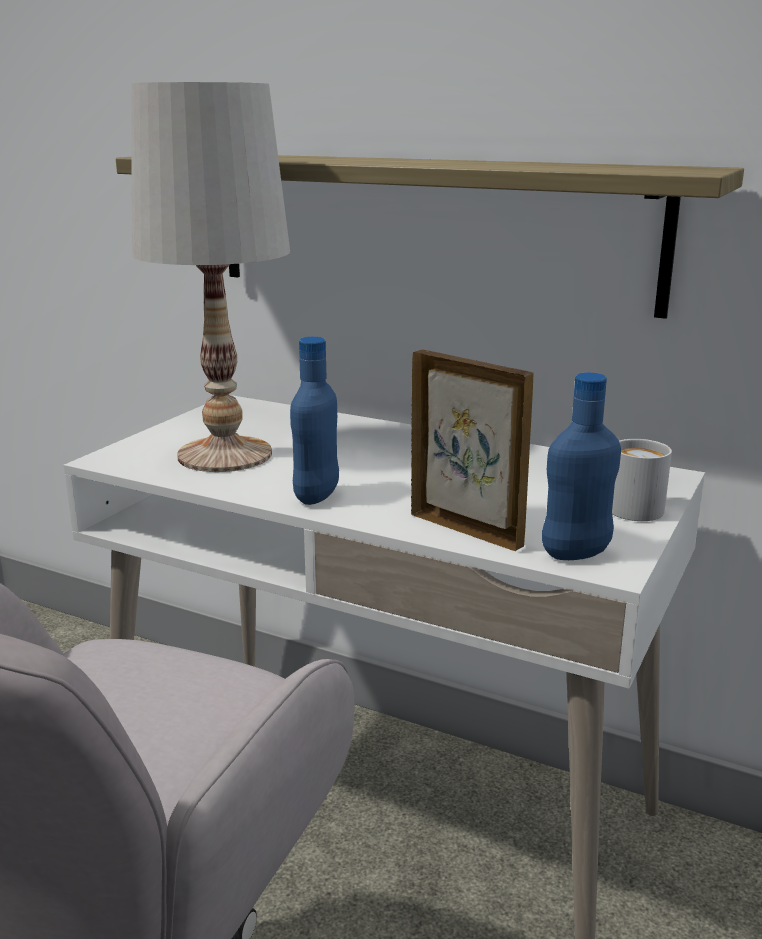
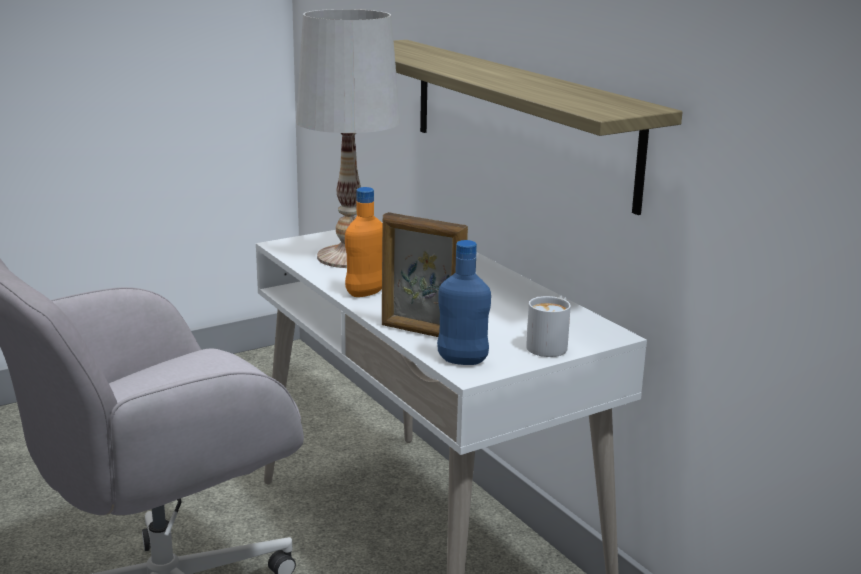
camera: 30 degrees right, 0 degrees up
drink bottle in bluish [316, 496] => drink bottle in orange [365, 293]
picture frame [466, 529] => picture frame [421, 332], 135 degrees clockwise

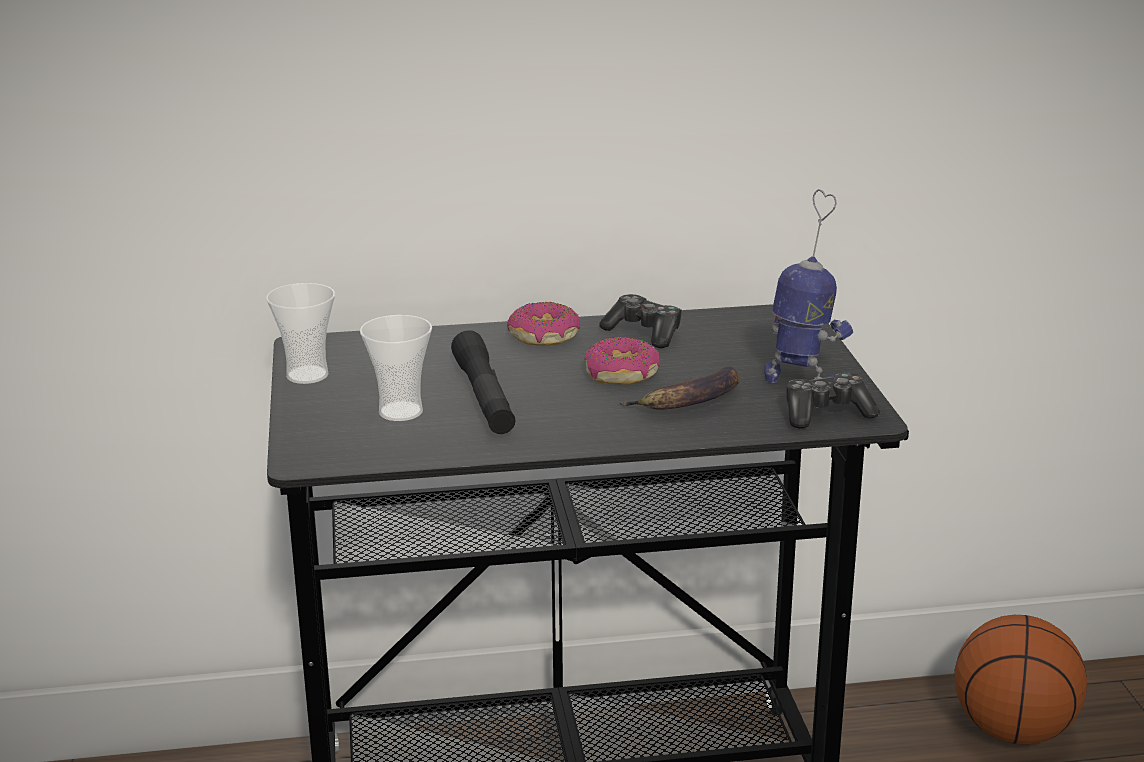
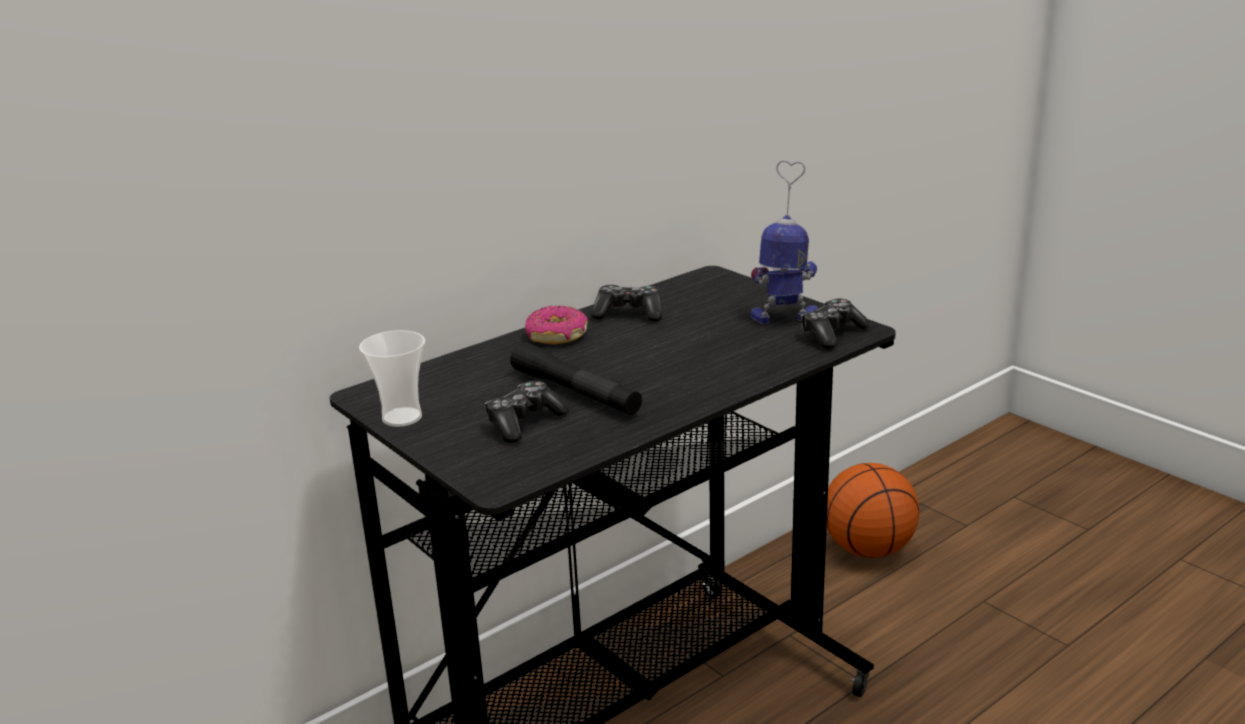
camera: 30 degrees left, 0 degrees up
doughnut [622, 374] => nothing
whole banana [690, 401] => nothing
cup [400, 412] => joypad [524, 422]

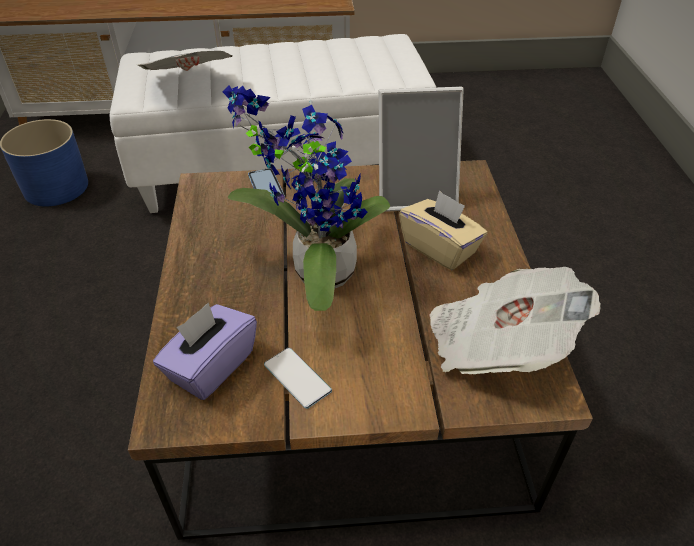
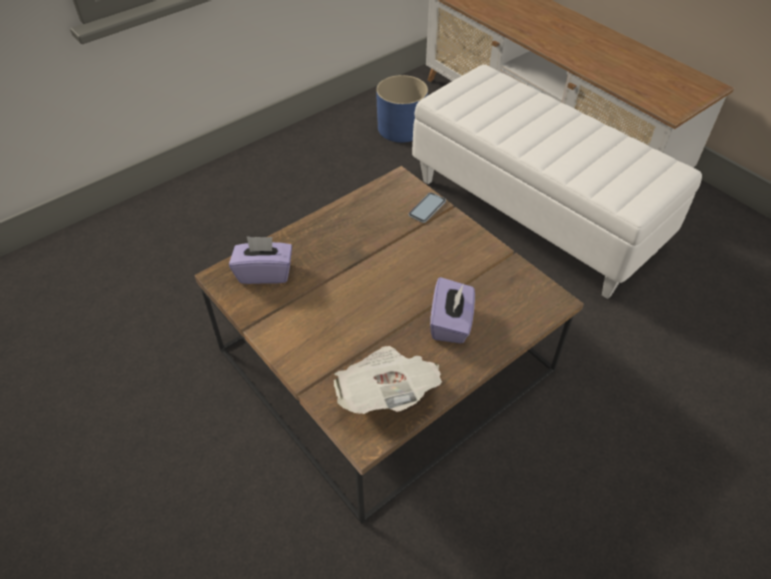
camera: 55 degrees right, 5 degrees up
printed paper [190, 85] => nothing
potted plant [316, 272] => nothing
handset [297, 378] => nothing
picture frame [415, 193] => nothing
tissue box in beige [440, 248] => tissue box in purple [451, 323]

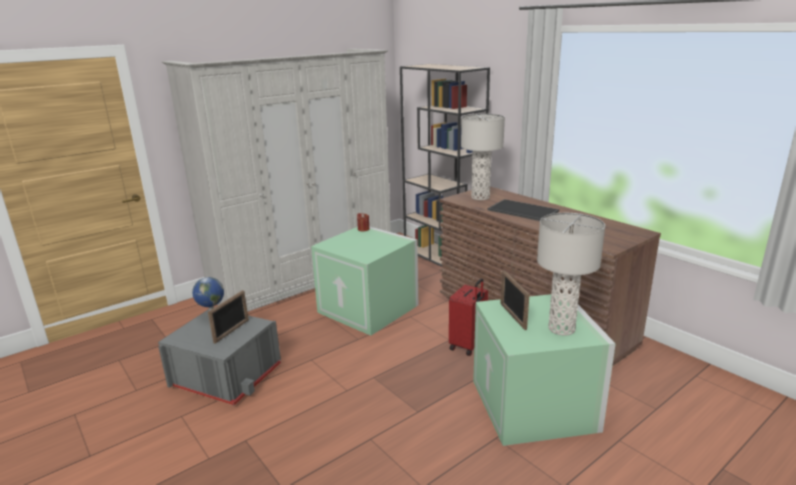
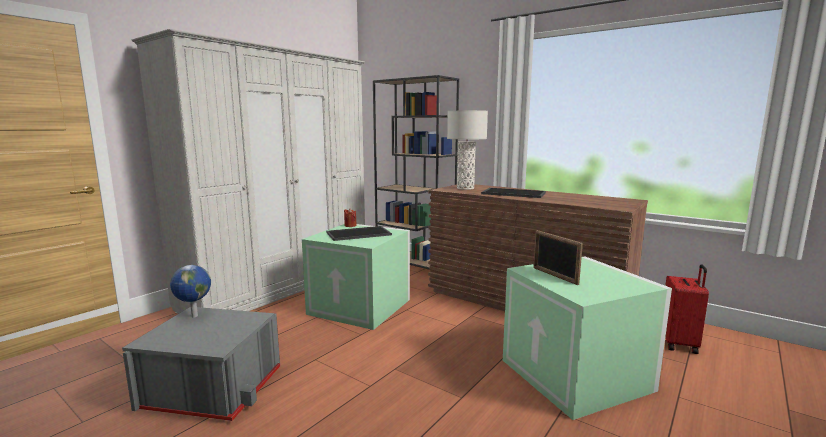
camera: 15 degrees left, 10 degrees down
picture frame [232, 331] => nothing
tabletop lamp in whitish [561, 328] => nothing
nothing => carrying tray [358, 234]
suitcase in red [468, 345] => suitcase in red [679, 343], shifted

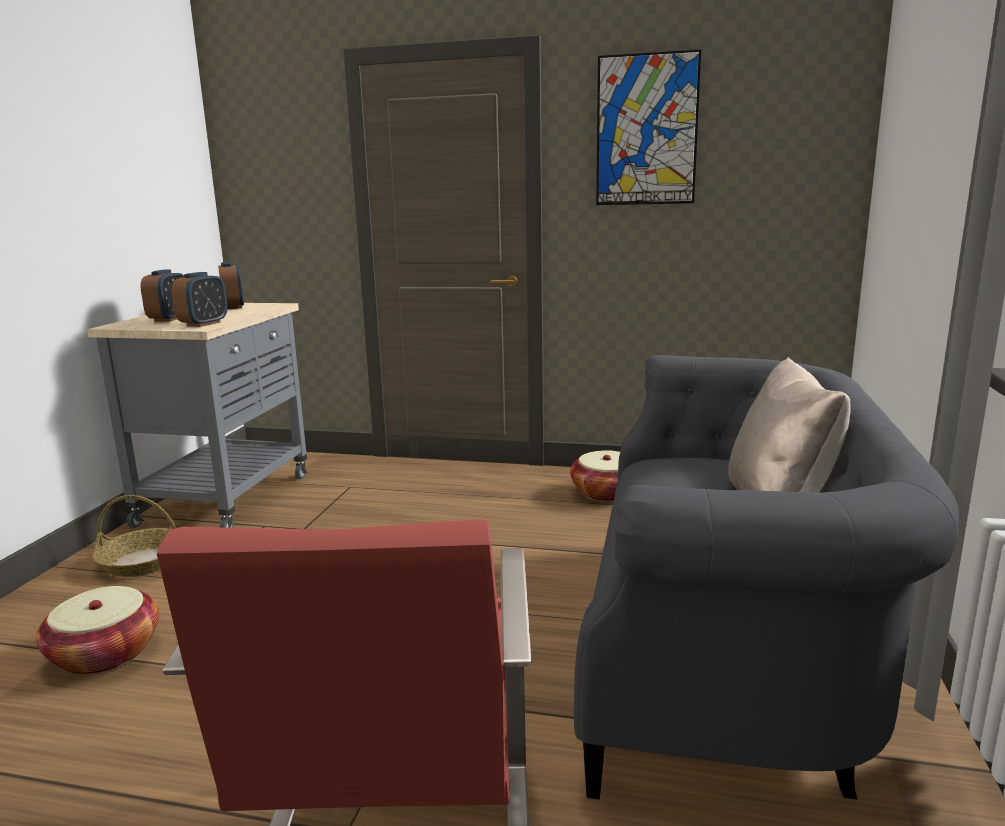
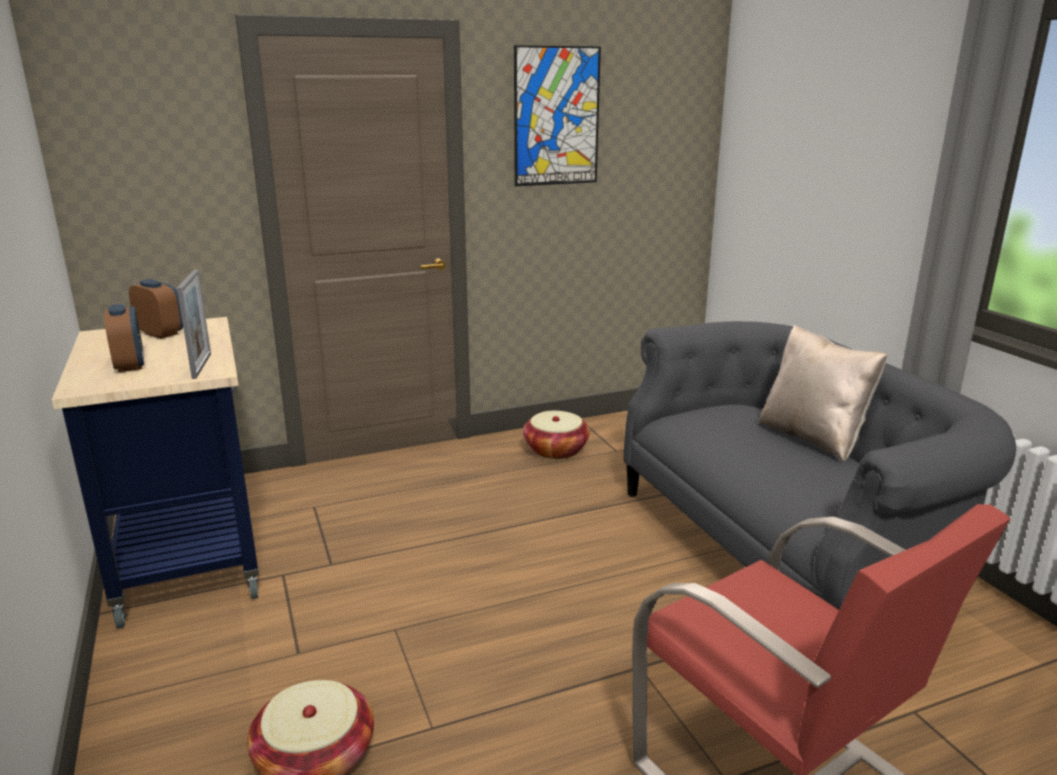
camera: 35 degrees left, 5 degrees up
storage basket [143, 561] => nothing
table clock [204, 324] => picture frame [202, 366]
wheeled cart in greyish [225, 499] => wheeled cart in bluish [188, 560]

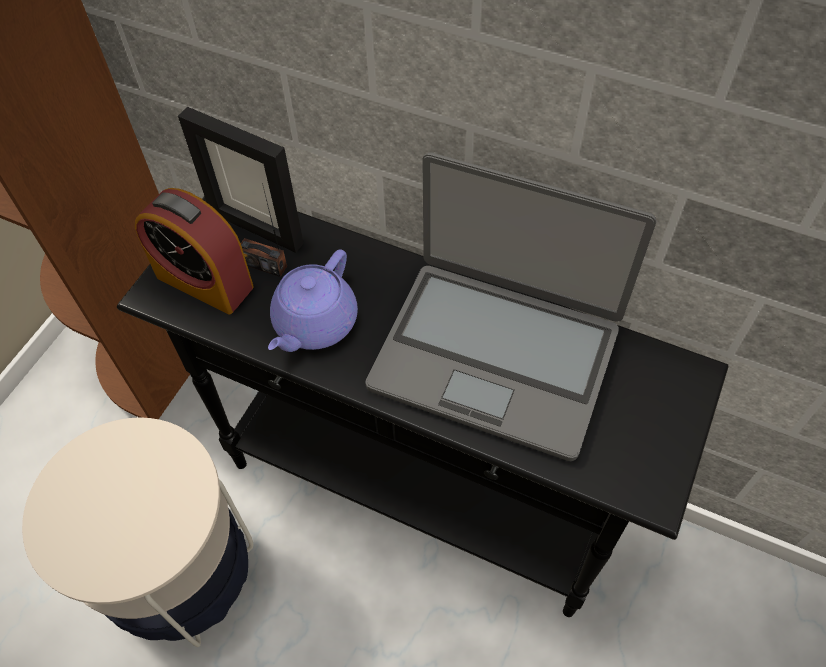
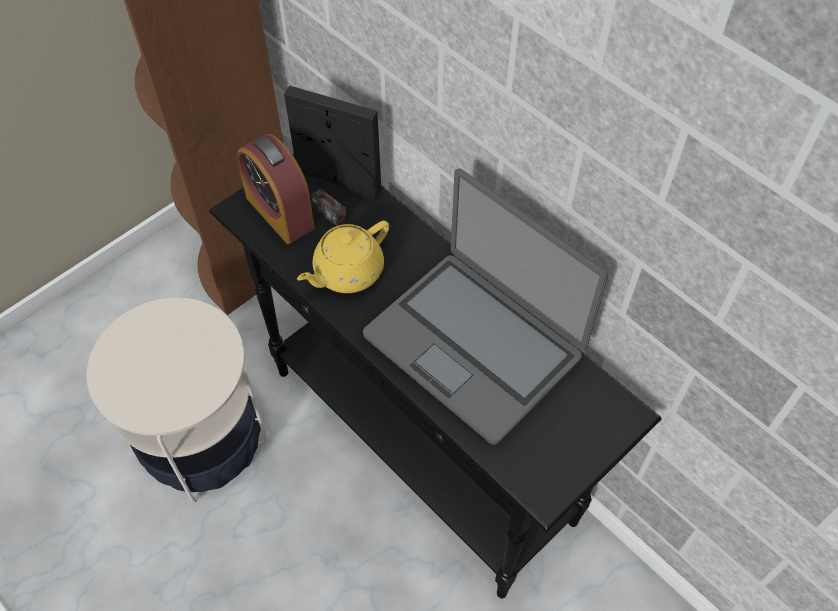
camera: 20 degrees right, 0 degrees up
pot for tea in purple [314, 323] => pot for tea in yellowish [347, 272]
picture frame [257, 226] => picture frame [338, 181], 150 degrees clockwise

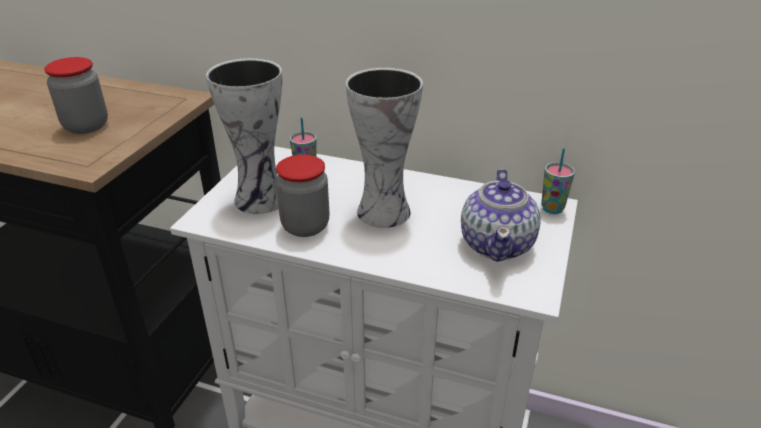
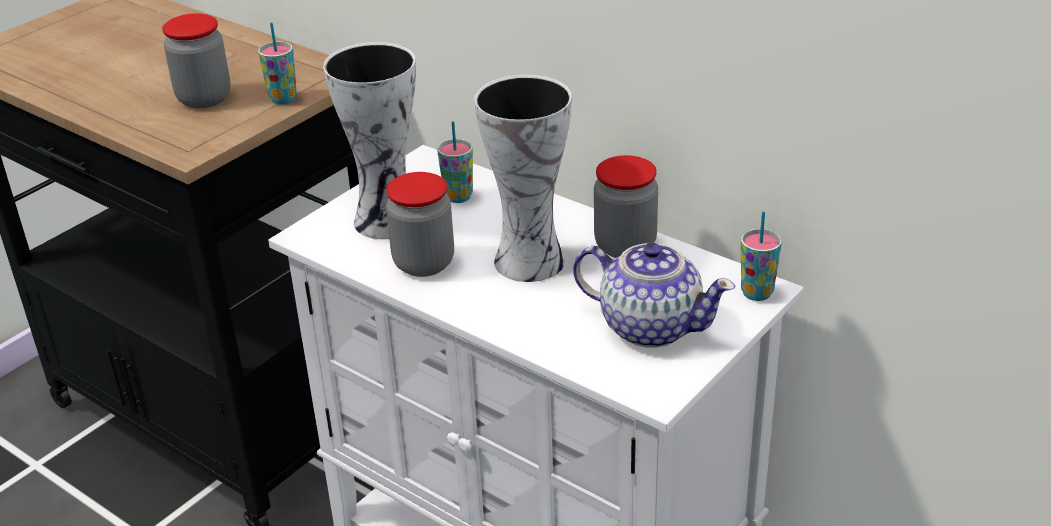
camera: 20 degrees right, 0 degrees up
nothing => cup [283, 99]
nothing => jar [625, 246]
pot for tea [498, 244] => pot for tea [650, 326], 90 degrees counterclockwise

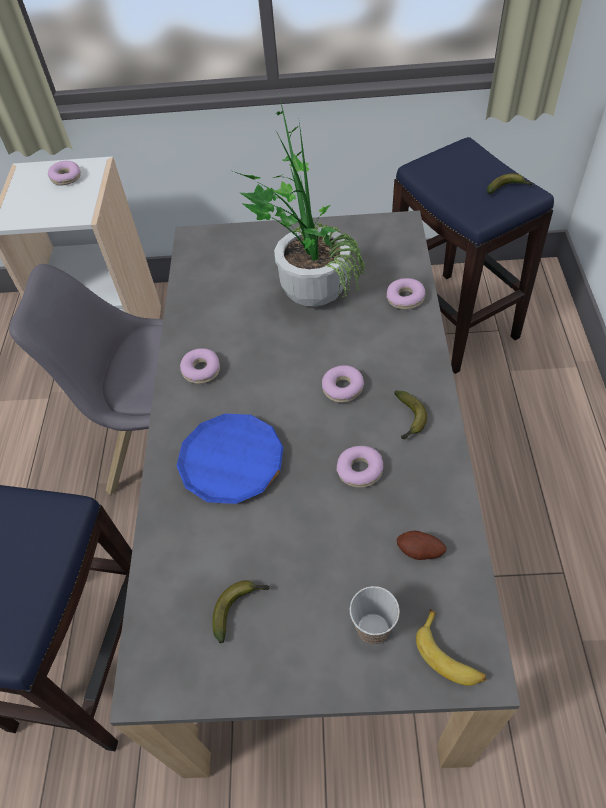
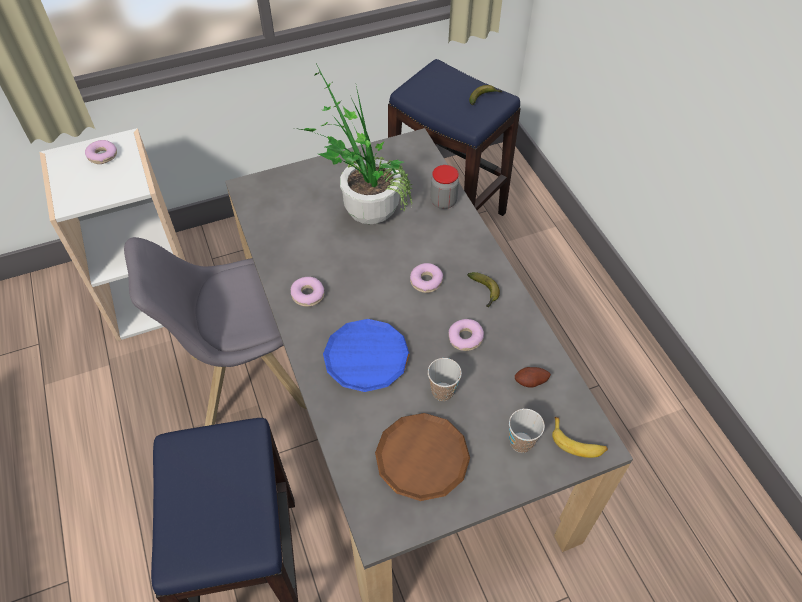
camera: 25 degrees left, 0 degrees up
nothing => cup [442, 391]
whole banana [239, 608] => flat dish in brownish [422, 459]
doughnut [405, 298] => jar [443, 201]

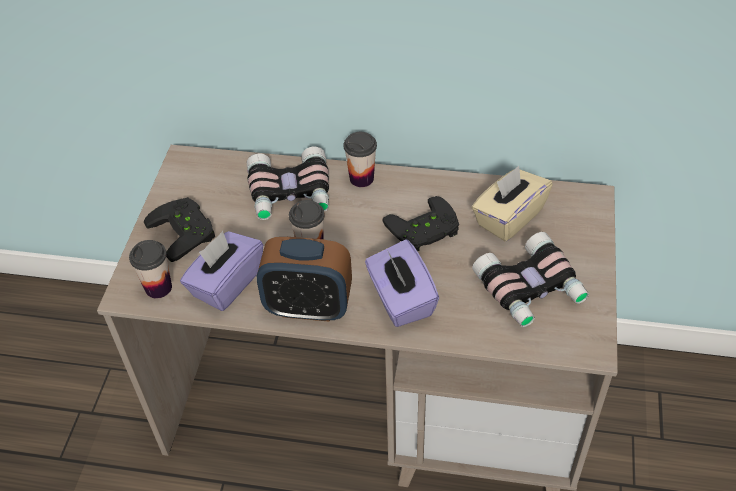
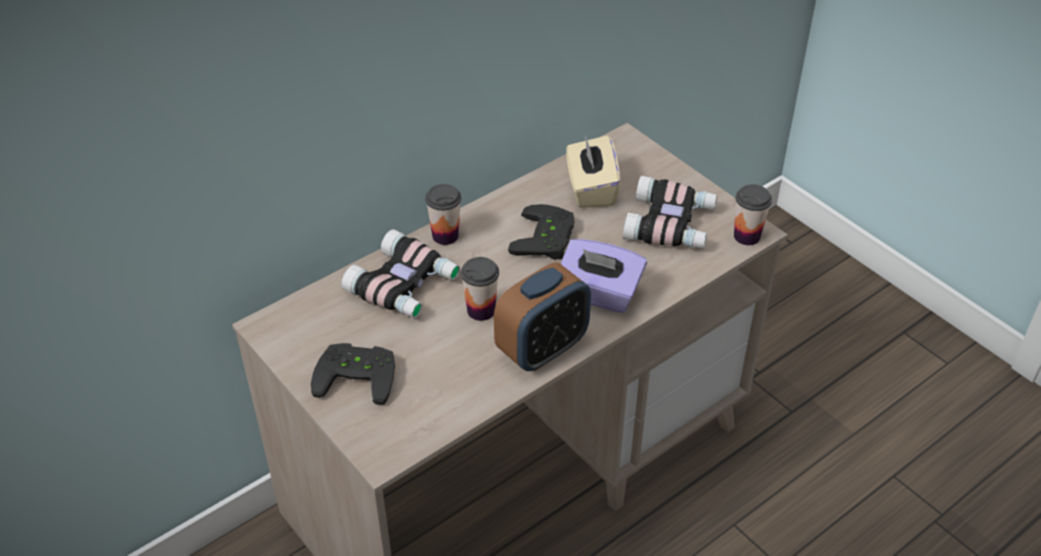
camera: 50 degrees left, 5 degrees down
tissue box in purple [226, 284] => nothing
cup [158, 287] => cup [746, 236], shifted

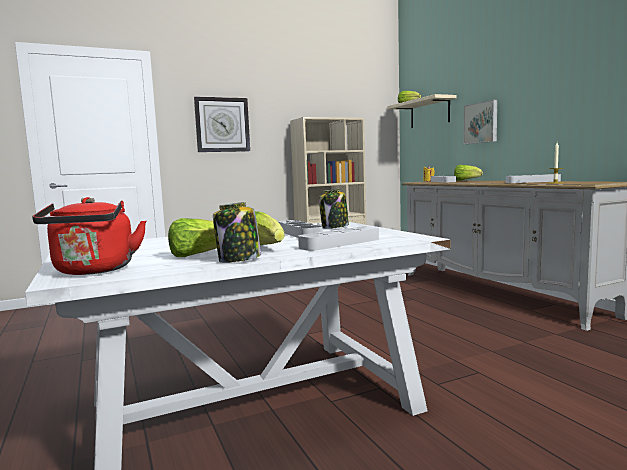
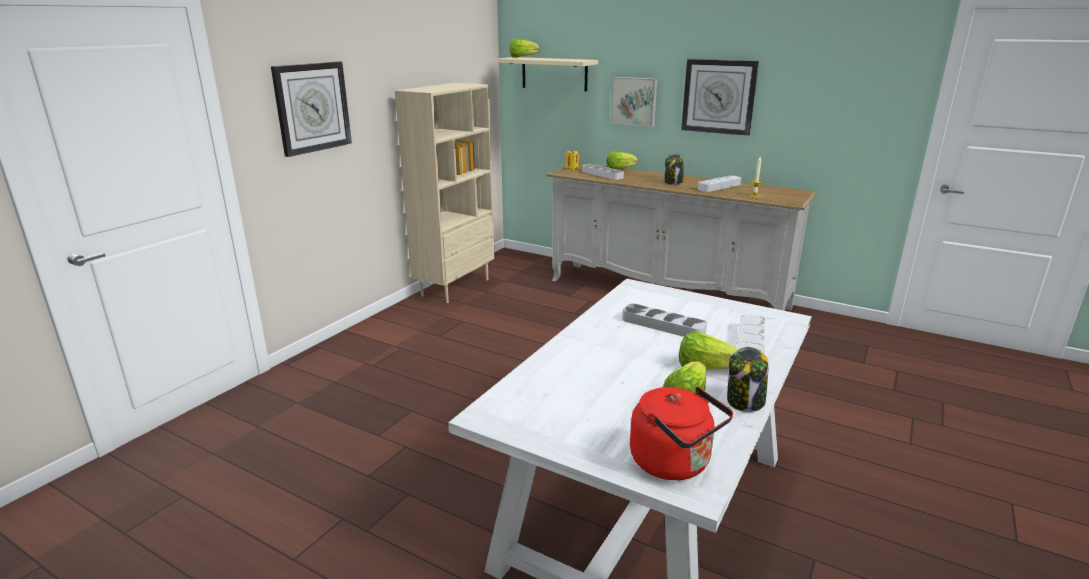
camera: 35 degrees left, 15 degrees up
nothing => clock on the wall [719, 96]
jar [334, 227] => jar [673, 182], shifted

